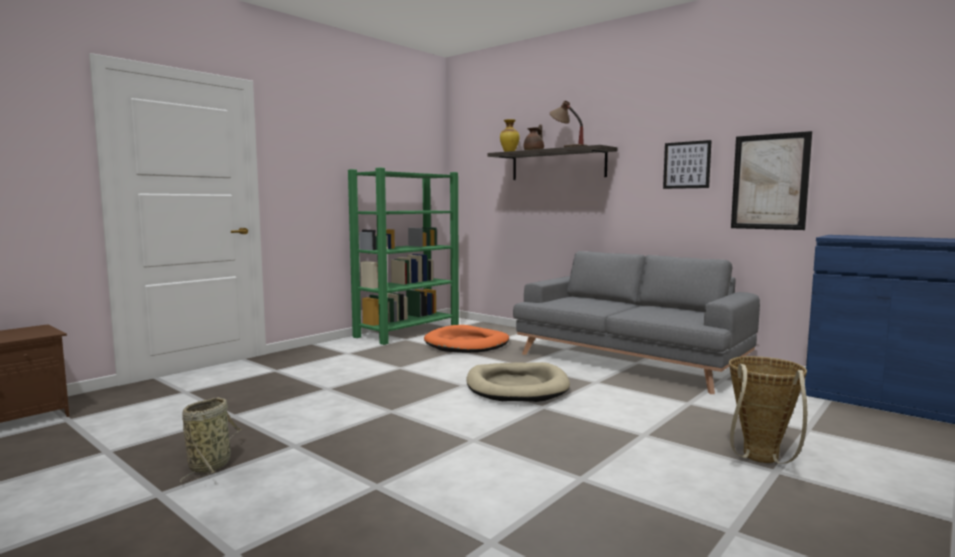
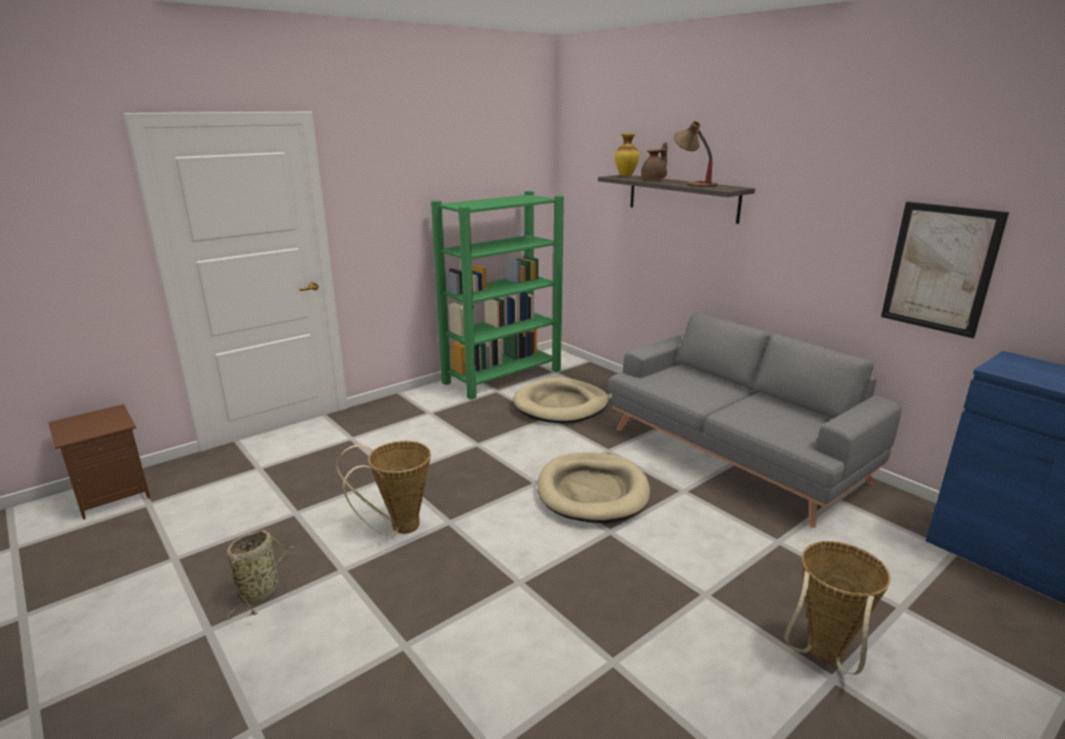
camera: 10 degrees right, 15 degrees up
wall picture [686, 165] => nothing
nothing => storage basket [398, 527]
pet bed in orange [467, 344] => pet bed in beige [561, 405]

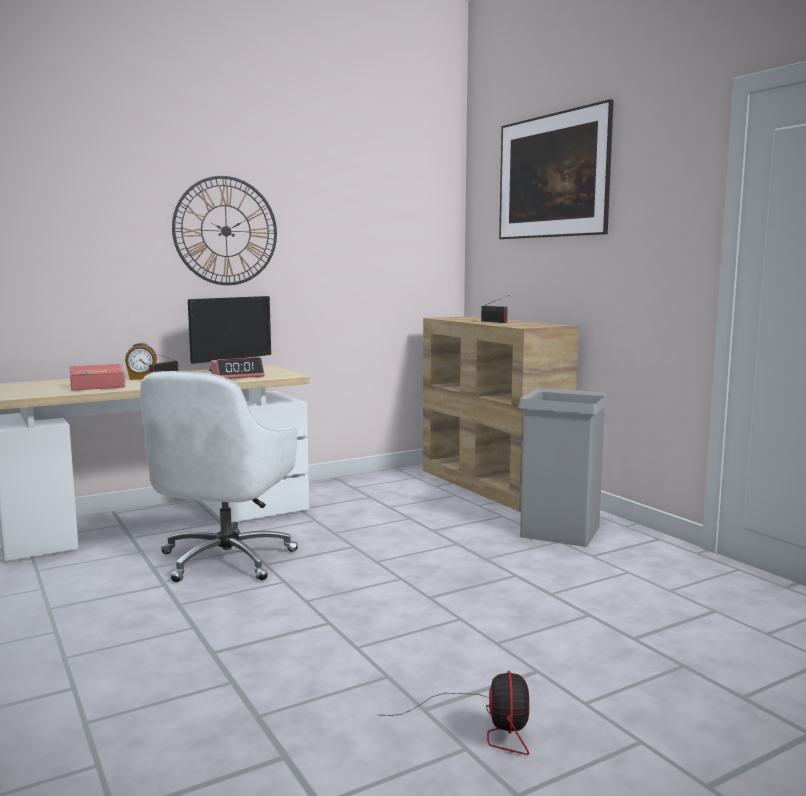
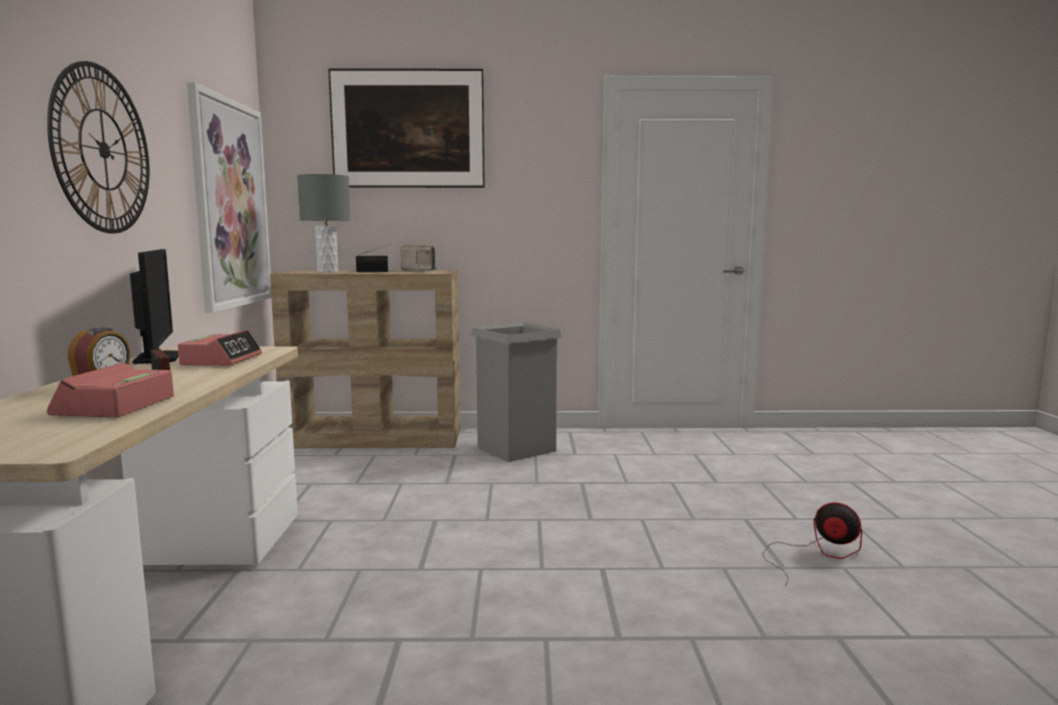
camera: 60 degrees left, 0 degrees up
office chair in whitish [225, 560] => nothing
nothing => wall picture [230, 204]
nothing => tabletop lamp in greyish [328, 272]
nothing => radio [420, 270]

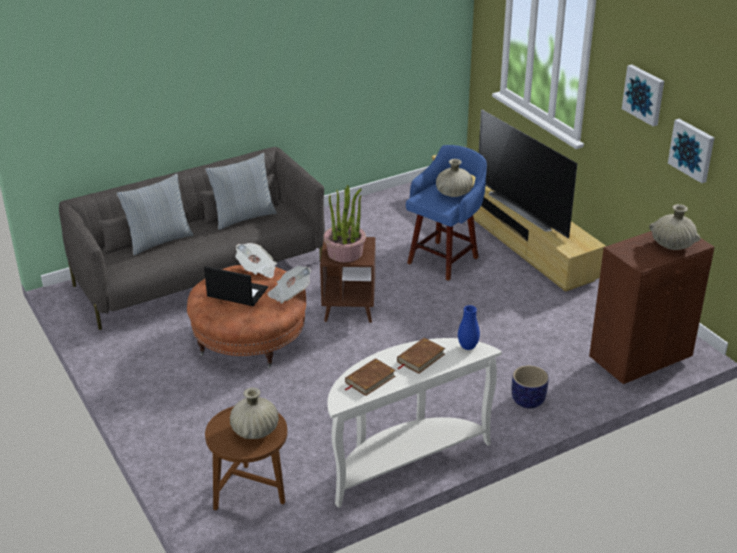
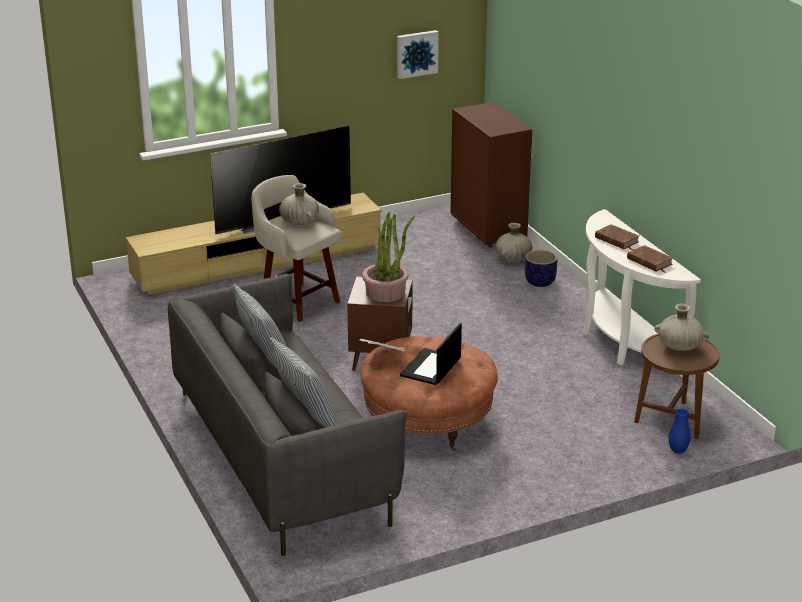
camera: 85 degrees left, 5 degrees down
printed paper [289, 294] => nothing
wall picture [644, 94] => nothing
decorative vase in bluish [468, 347] => decorative vase in bluish [678, 451], shifted
decorative vase in beige [672, 245] => decorative vase in beige [513, 259], shifted
stool in bluish [445, 259] => stool in beige [298, 301]

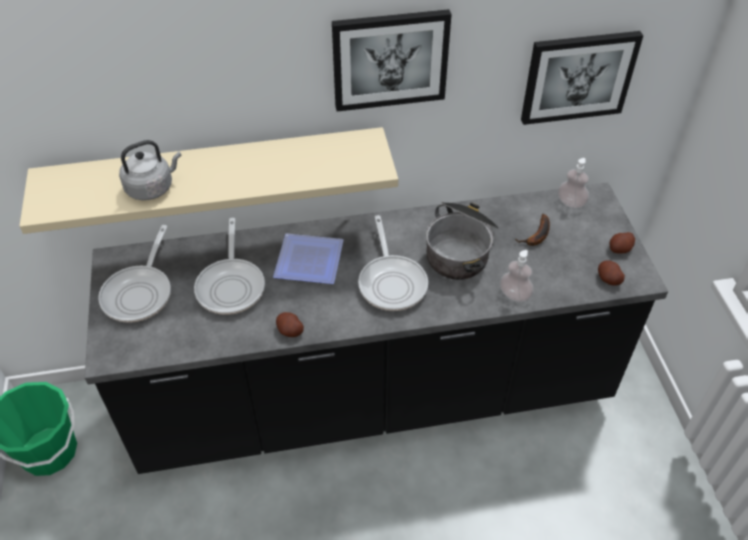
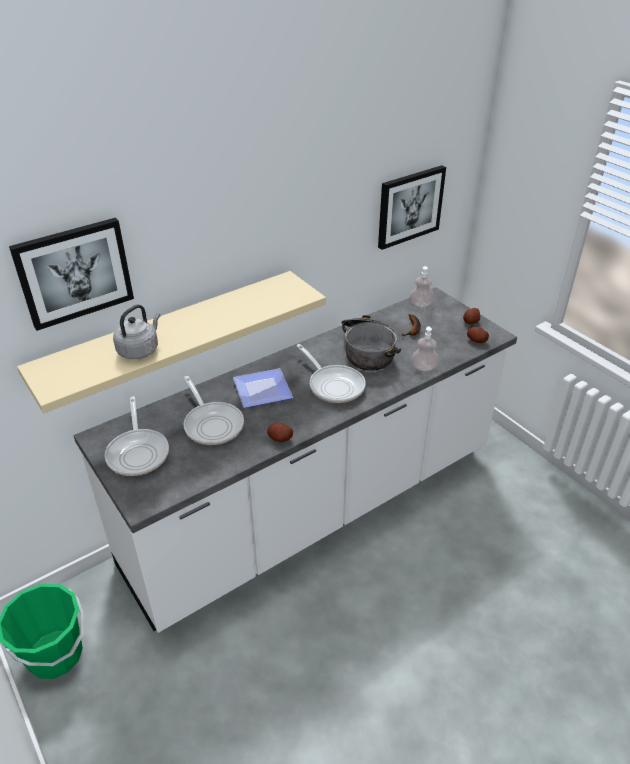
camera: 25 degrees left, 10 degrees down
wall picture [390, 59] => wall picture [74, 272], shifted
kitchen counter in black-coloured [374, 397] => kitchen counter in whitish [314, 508]

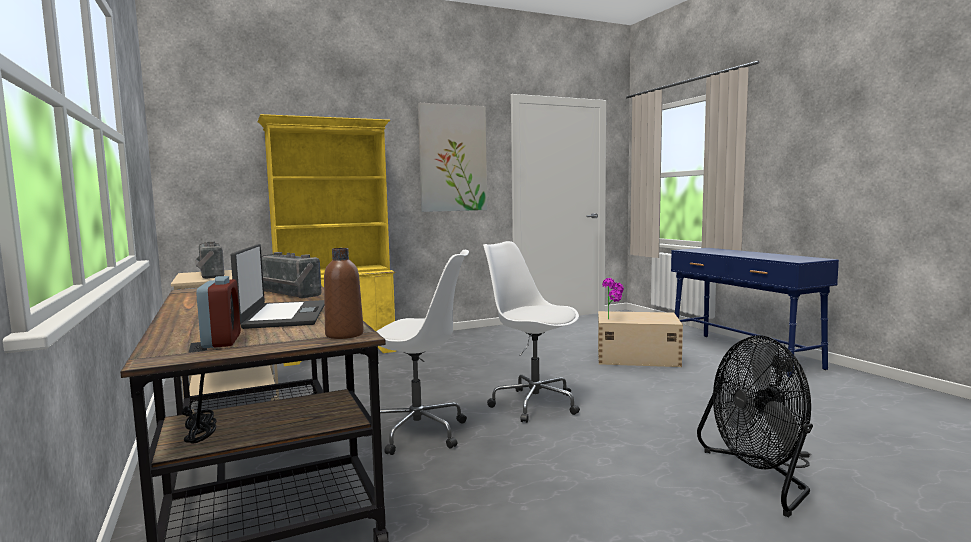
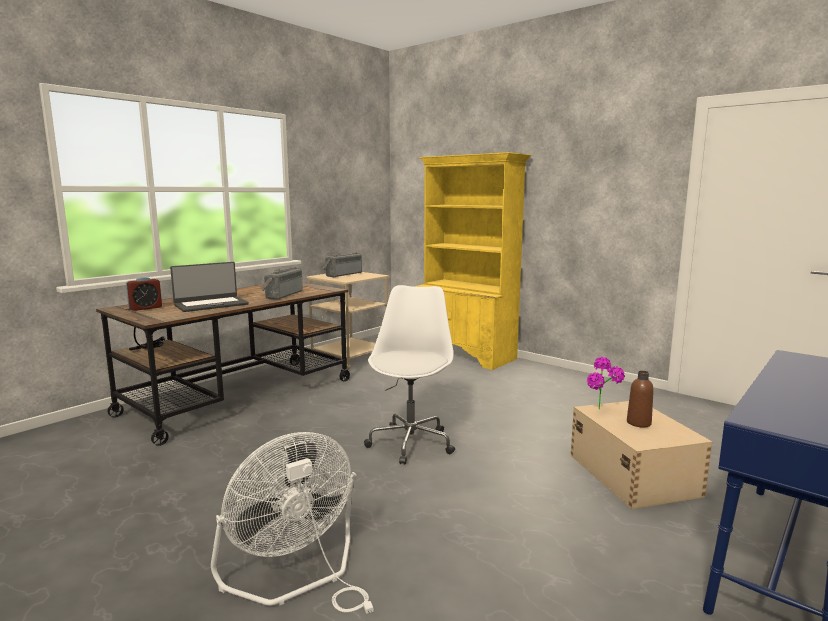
camera: 65 degrees right, 5 degrees up
office chair in whitish [421, 433] => nothing
wall picture [452, 158] => nothing
drink bottle in brownish [344, 335] => drink bottle in brownish [638, 423], shifted
cooling fan in black-coloured [763, 475] => cooling fan in whitish [305, 577]

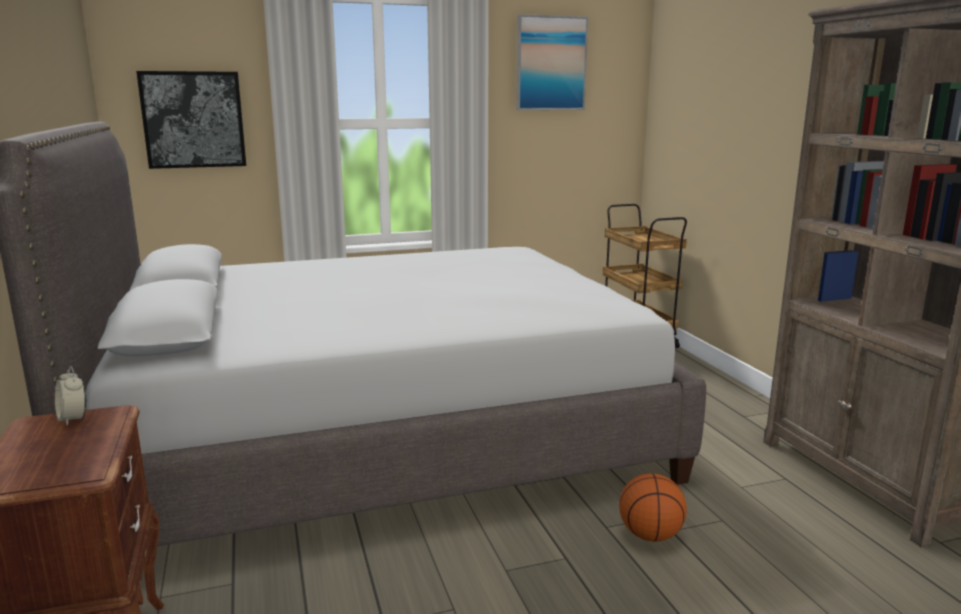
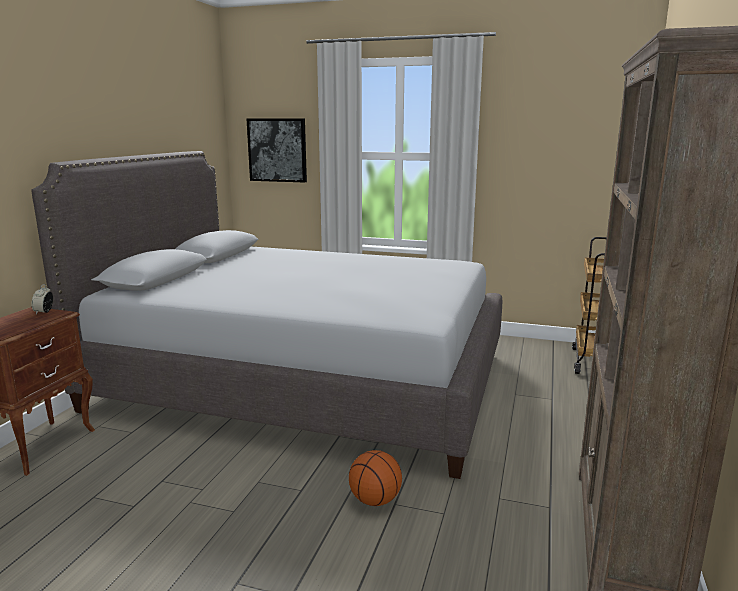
camera: 35 degrees right, 0 degrees up
wall picture [551, 63] => nothing

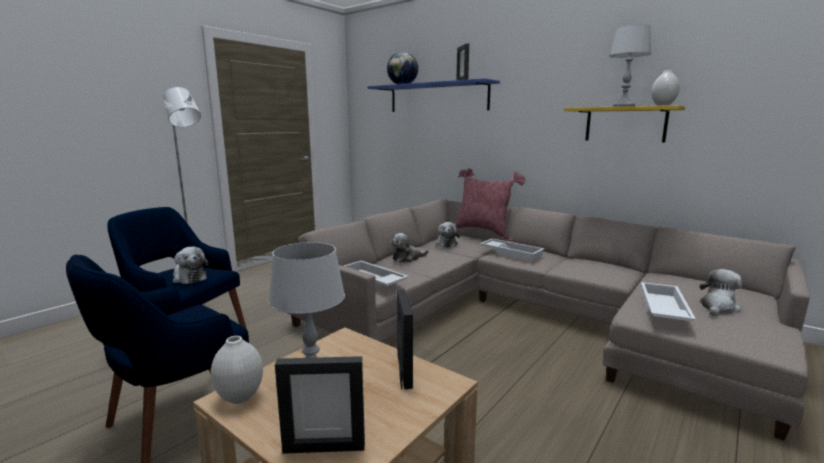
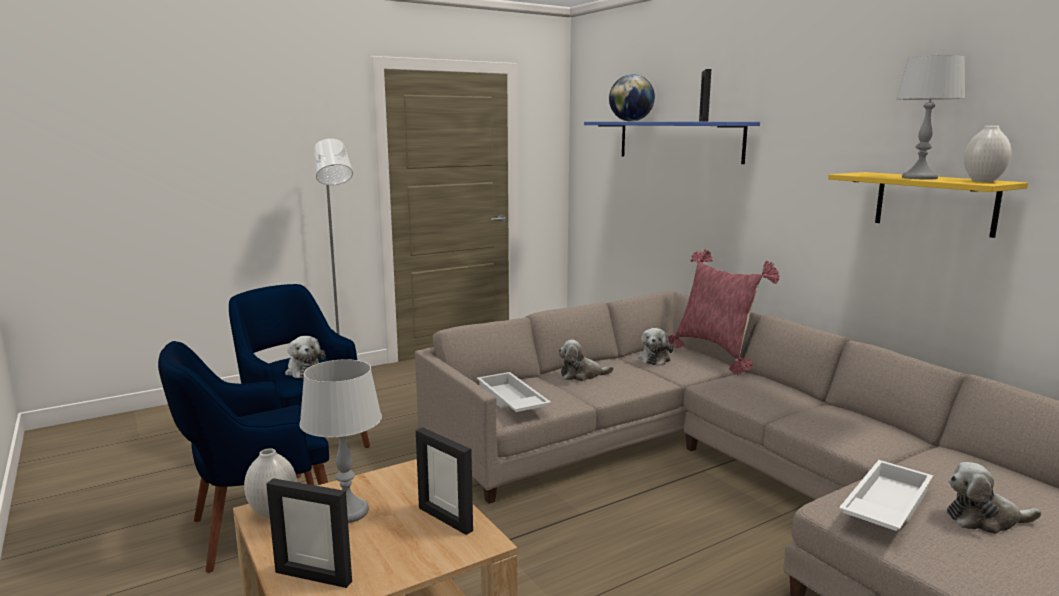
camera: 20 degrees right, 0 degrees up
carrying tray in whitish [512, 253] => nothing
picture frame [403, 371] => picture frame [446, 518], 120 degrees clockwise
soft toy [718, 307] => soft toy [984, 519], 150 degrees counterclockwise

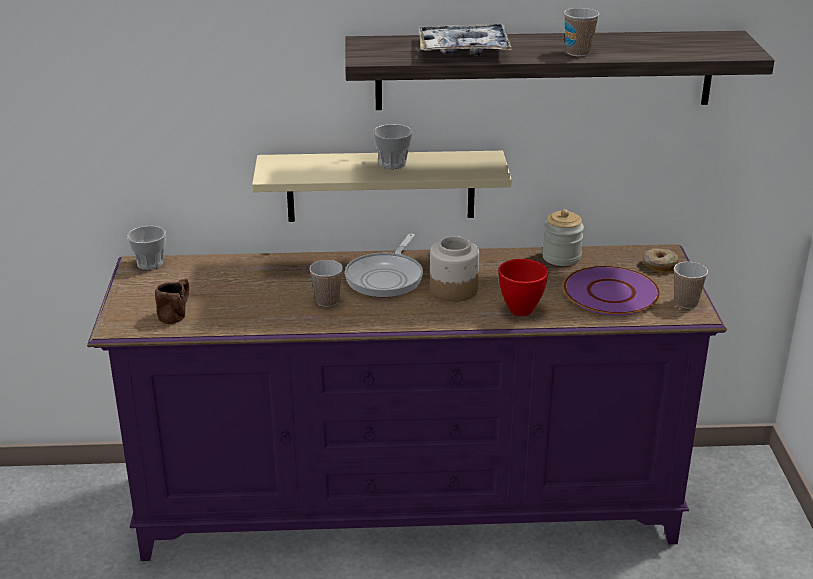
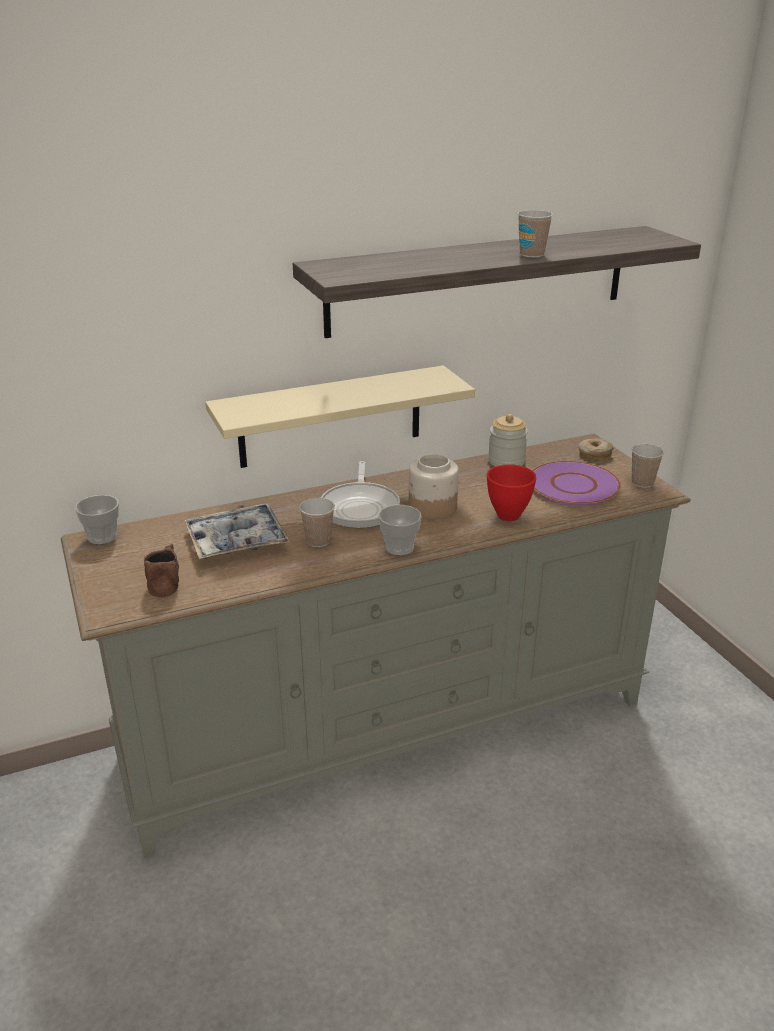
camera: 20 degrees left, 0 degrees up
cup [392, 163] => cup [399, 547], shifted
carrying tray [463, 49] => carrying tray [237, 541], shifted
cupboard in purple [408, 507] => cupboard in greyish [388, 730]

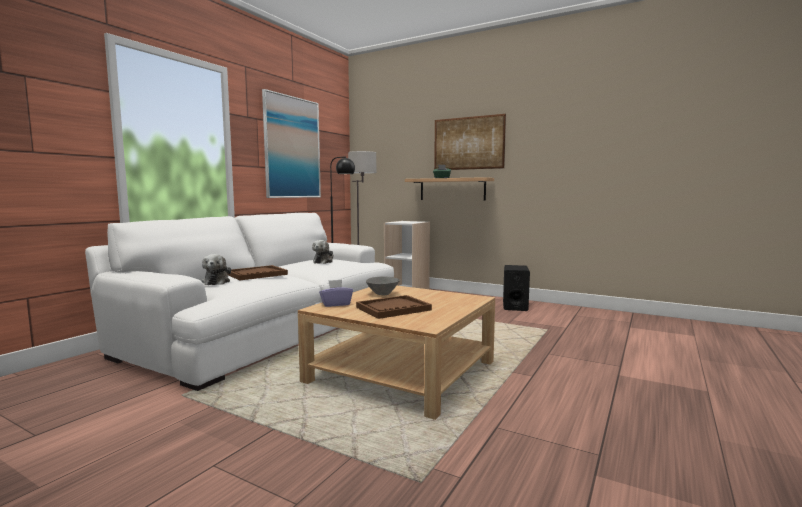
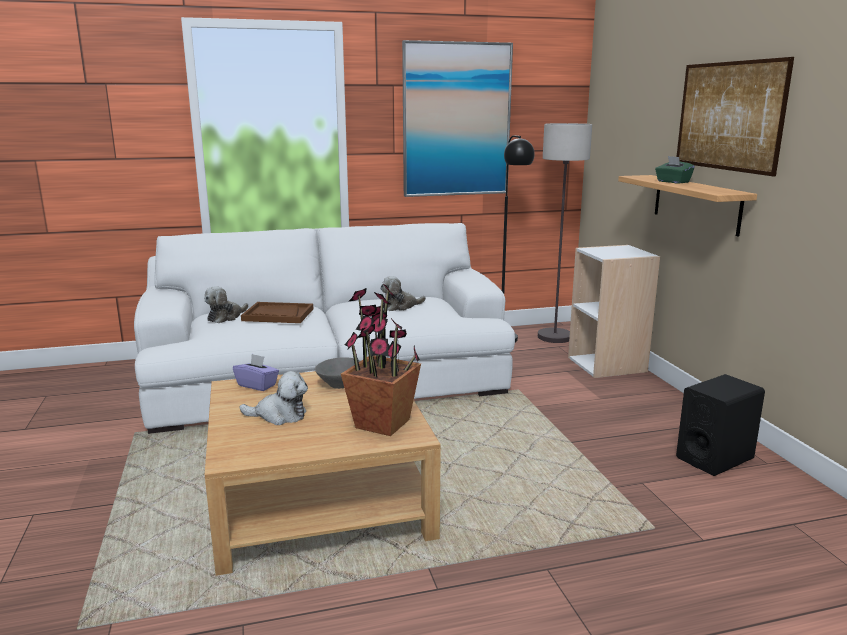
camera: 45 degrees right, 10 degrees up
nothing => potted plant [382, 424]
carrying tray in brownish [393, 309] => soft toy [279, 415]

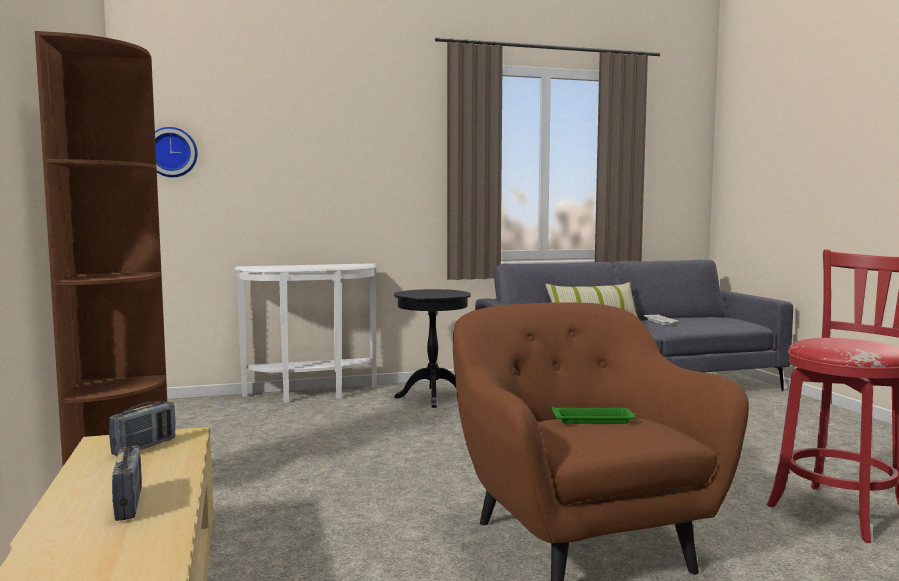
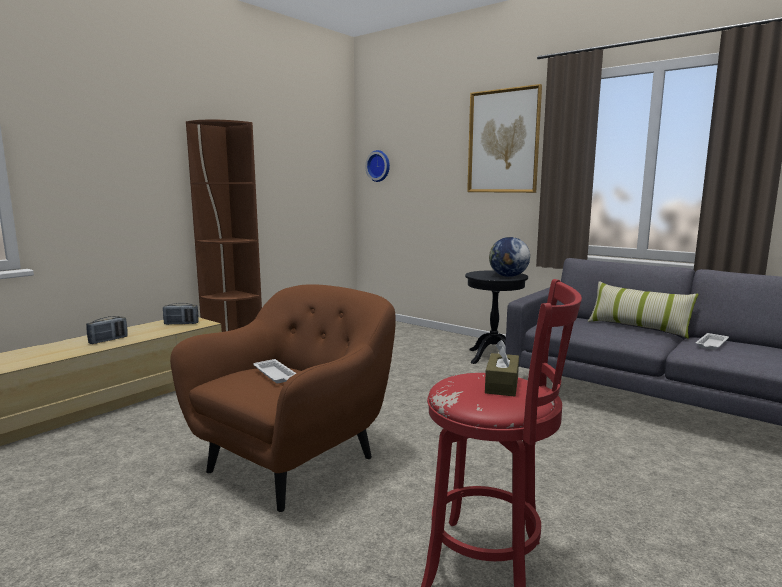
camera: 55 degrees right, 5 degrees up
narrow table in whitish [312, 395] => nothing
nothing => wall picture [503, 141]
nothing => tissue box in brownish [502, 385]
nothing => world globe [508, 276]
carrying tray in green-coloured [594, 420] => carrying tray in whitish [275, 375]

